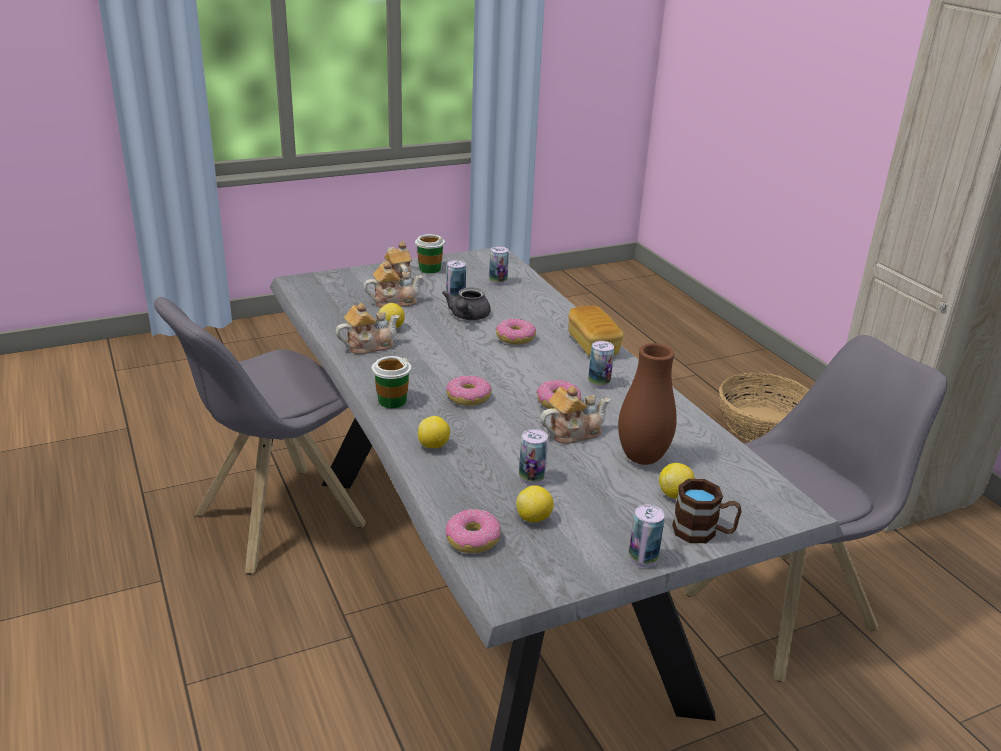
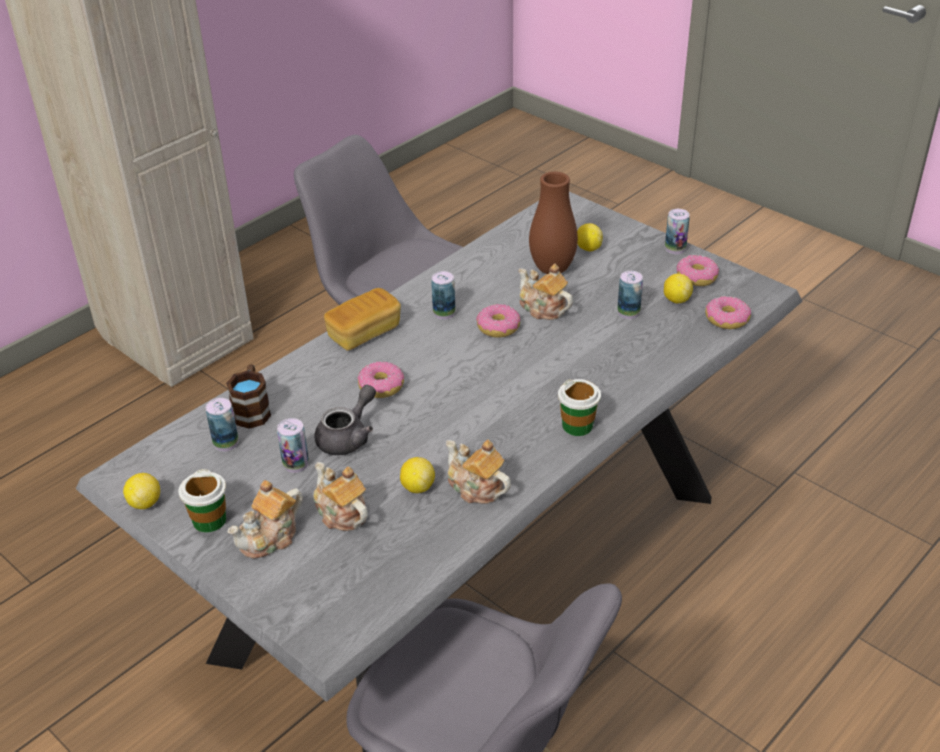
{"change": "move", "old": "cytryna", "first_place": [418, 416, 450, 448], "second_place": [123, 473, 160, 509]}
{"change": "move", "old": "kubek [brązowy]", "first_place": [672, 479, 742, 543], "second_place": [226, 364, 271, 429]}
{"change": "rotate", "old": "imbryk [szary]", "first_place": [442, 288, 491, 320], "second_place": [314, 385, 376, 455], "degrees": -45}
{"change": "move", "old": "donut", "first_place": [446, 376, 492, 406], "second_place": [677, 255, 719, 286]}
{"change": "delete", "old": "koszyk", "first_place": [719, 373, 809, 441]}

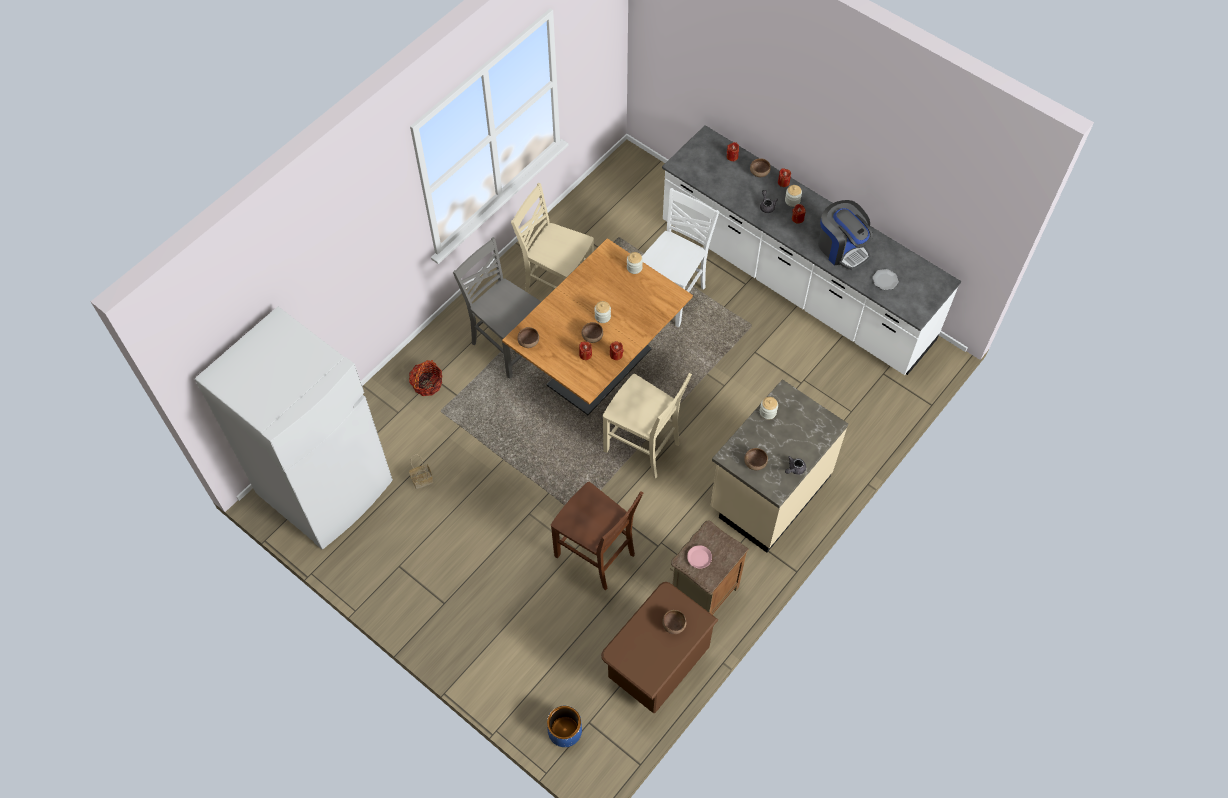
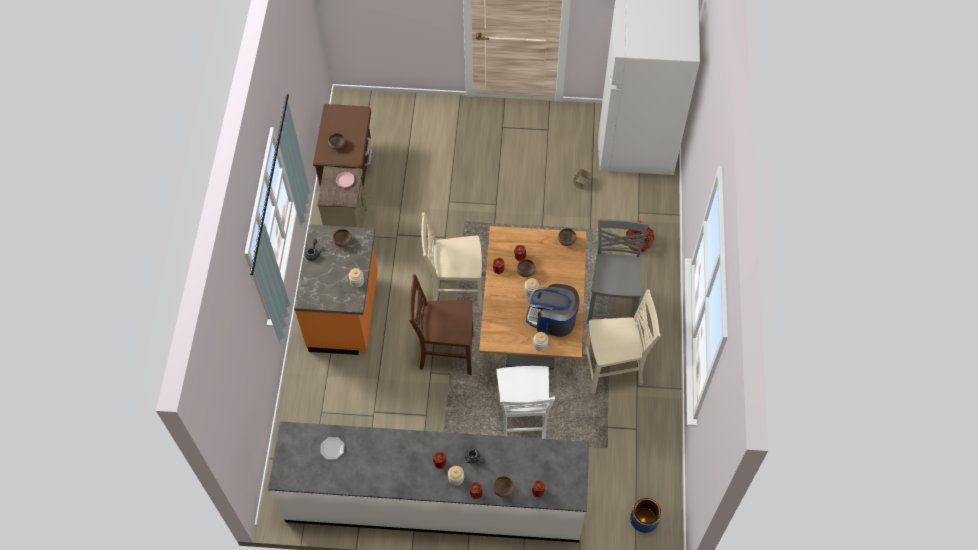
{"change": "recolor", "old": "zabudowa kuchenna [beżowy]", "new": "zabudowa kuchenna [pomarańczowy]", "first_place": [711, 379, 848, 553], "second_place": [294, 224, 378, 355]}
{"change": "move", "old": "krzesło [brązowy]", "first_place": [551, 482, 644, 590], "second_place": [409, 274, 474, 375]}
{"change": "move", "old": "ekspres do kawy", "first_place": [818, 200, 873, 270], "second_place": [526, 284, 580, 337]}
{"change": "rotate", "old": "krzesło [szary]", "first_place": [453, 237, 541, 379], "second_place": [587, 219, 649, 324], "degrees": -90}
{"change": "move", "old": "donica [niebieski]", "first_place": [547, 706, 582, 747], "second_place": [630, 498, 661, 533]}

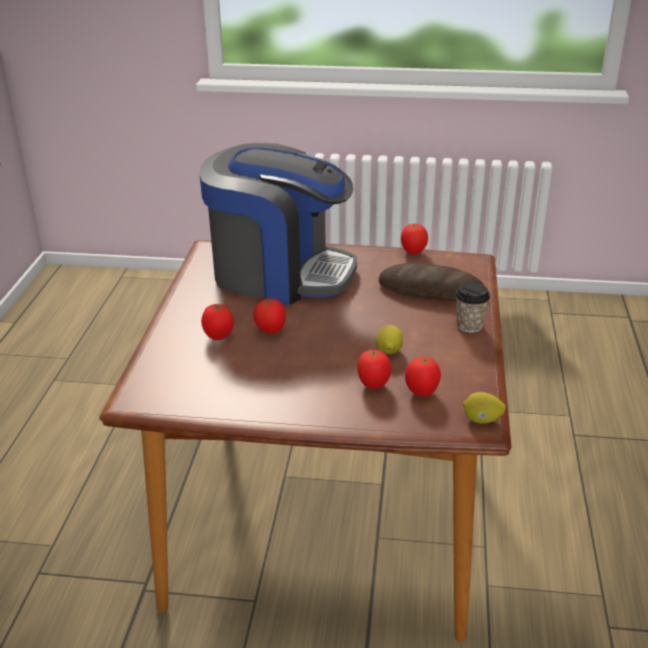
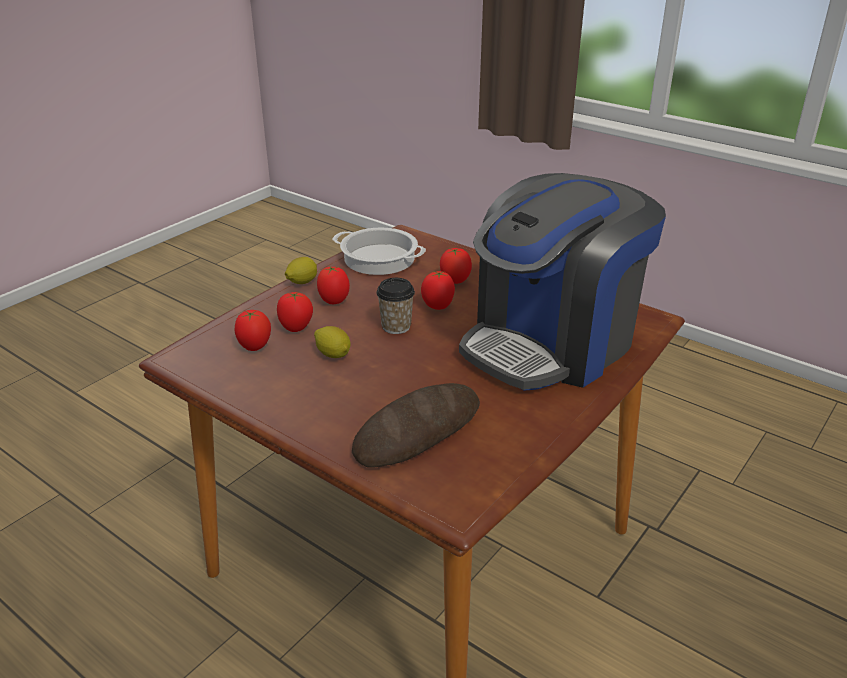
{"change": "move", "old": "cytryna", "first_place": [463, 392, 506, 424], "second_place": [285, 257, 317, 284]}
{"change": "move", "old": "pomidor", "first_place": [401, 224, 428, 254], "second_place": [317, 266, 350, 304]}
{"change": "insert", "new": "garnek", "second_place": [332, 228, 426, 275]}
{"change": "move", "old": "filiżanka", "first_place": [455, 282, 490, 333], "second_place": [376, 278, 415, 334]}

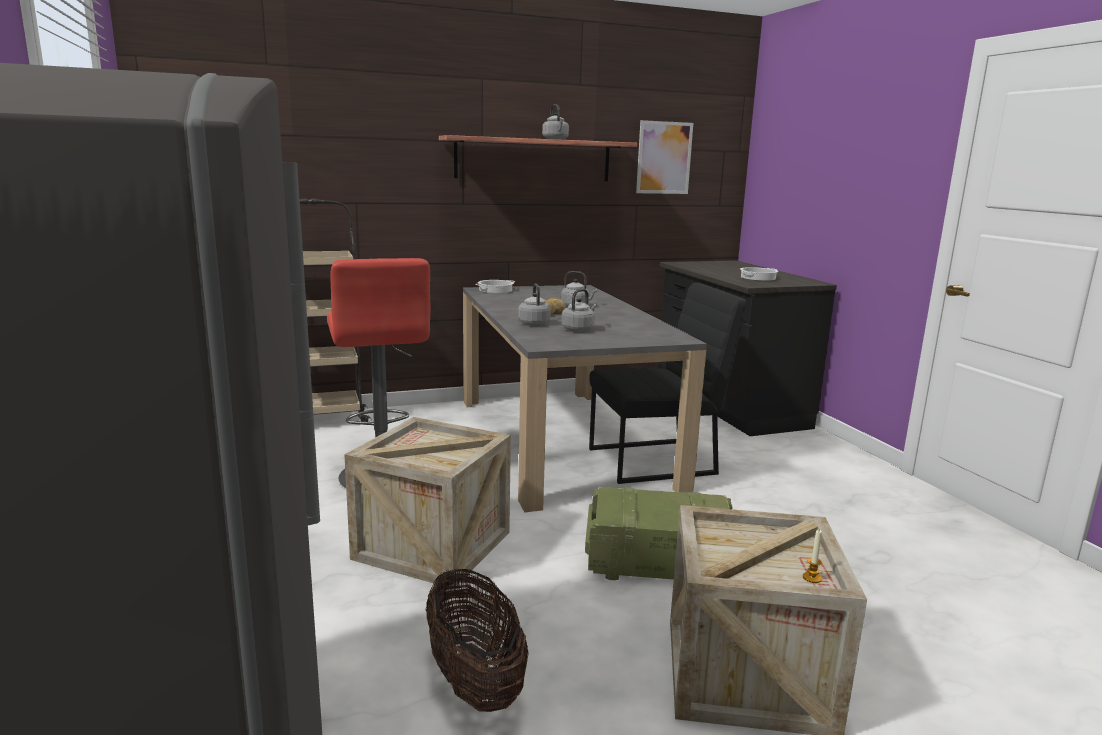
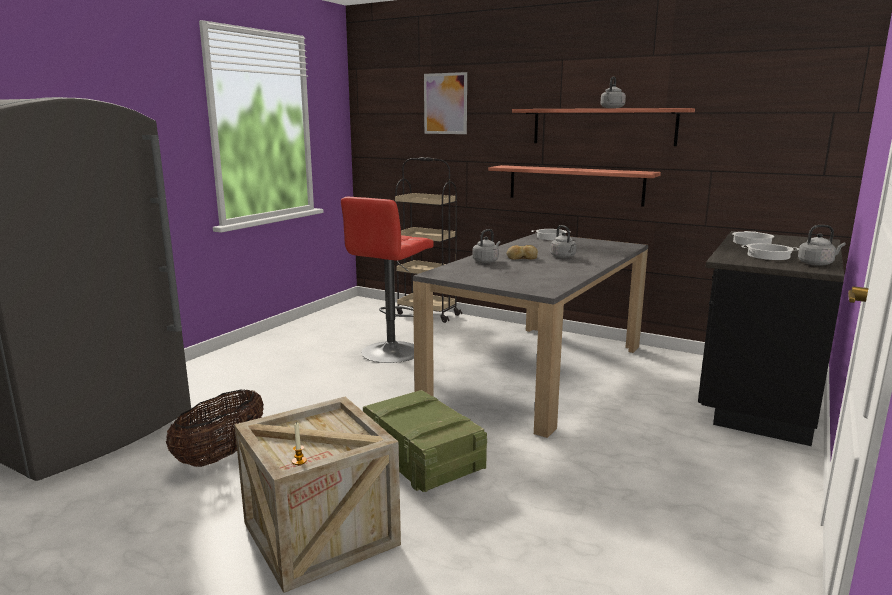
{"change": "move", "old": "obraz", "first_place": [636, 120, 693, 194], "second_place": [424, 72, 467, 134]}
{"change": "insert", "new": "półka", "second_place": [488, 165, 661, 207]}
{"change": "insert", "new": "garnek", "second_place": [732, 231, 774, 245]}
{"change": "move", "old": "czajnik [szary]", "first_place": [561, 289, 597, 331], "second_place": [798, 225, 846, 266]}
{"change": "delete", "old": "skrzynka", "first_place": [344, 417, 511, 587]}
{"change": "delete", "old": "krzesło [czarny]", "first_place": [589, 283, 746, 484]}

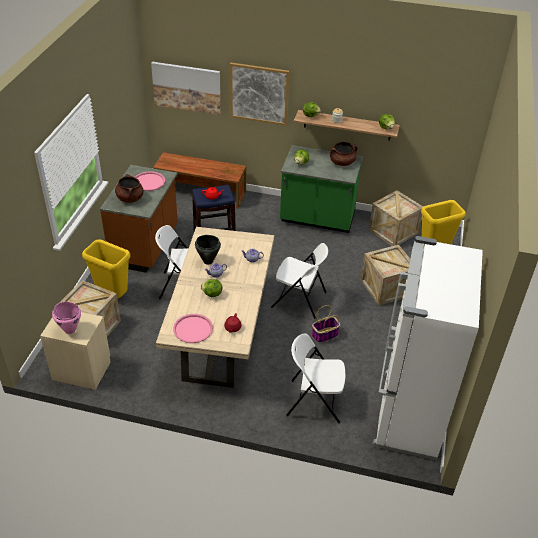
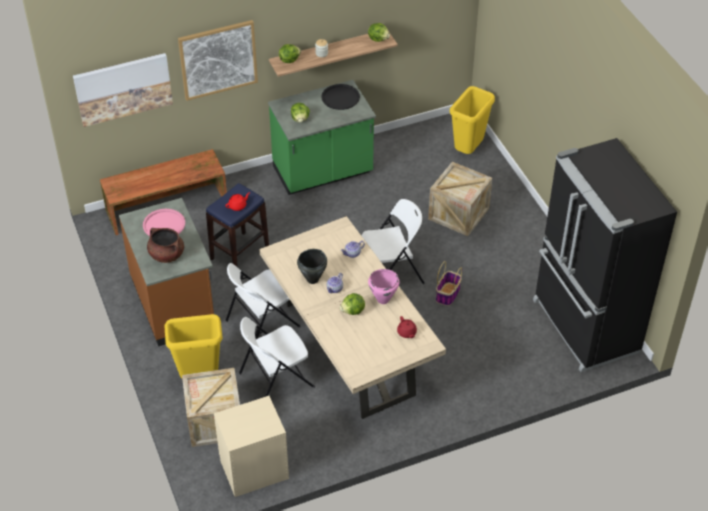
{"change": "move", "old": "krzesło [biały]", "first_place": [286, 333, 345, 423], "second_place": [239, 317, 315, 397]}
{"change": "replace", "old": "garnek [brązowy]", "new": "taca [czarny]", "first_place": [330, 142, 357, 166], "second_place": [321, 84, 360, 110]}
{"change": "move", "old": "garnek [różowy]", "first_place": [52, 302, 81, 334], "second_place": [368, 269, 400, 304]}
{"change": "recolor", "old": "lodówka [biały]", "new": "lodówka [czarny]", "first_place": [373, 236, 483, 461], "second_place": [533, 138, 677, 373]}
{"change": "delete", "old": "taca [różowy]", "first_place": [173, 314, 213, 343]}
{"change": "delete", "old": "skrzynka", "first_place": [369, 190, 423, 246]}

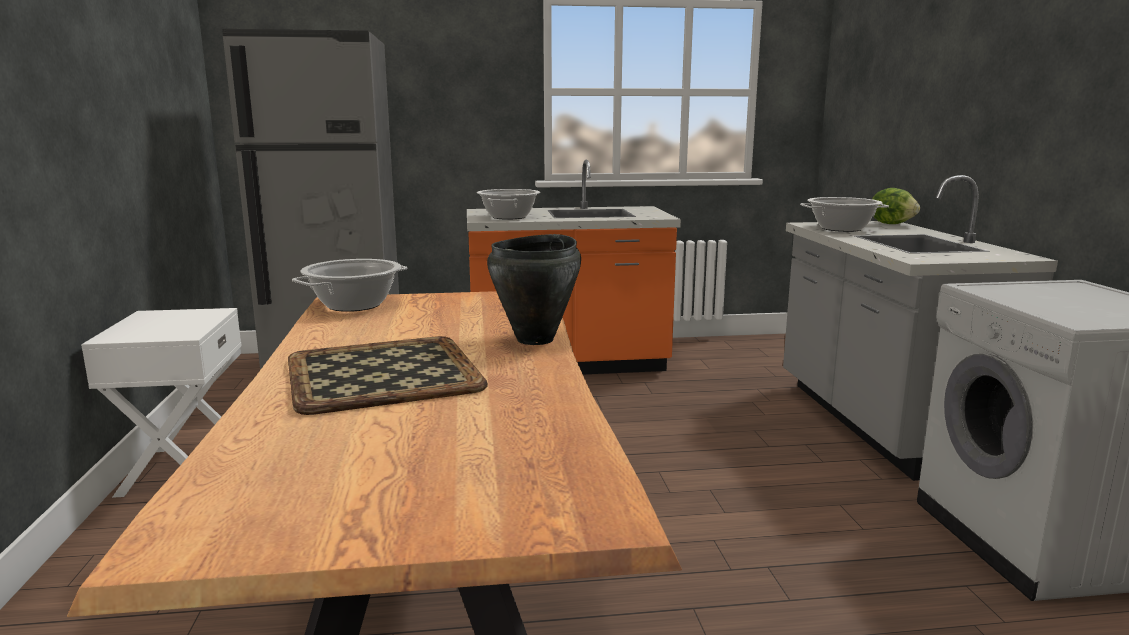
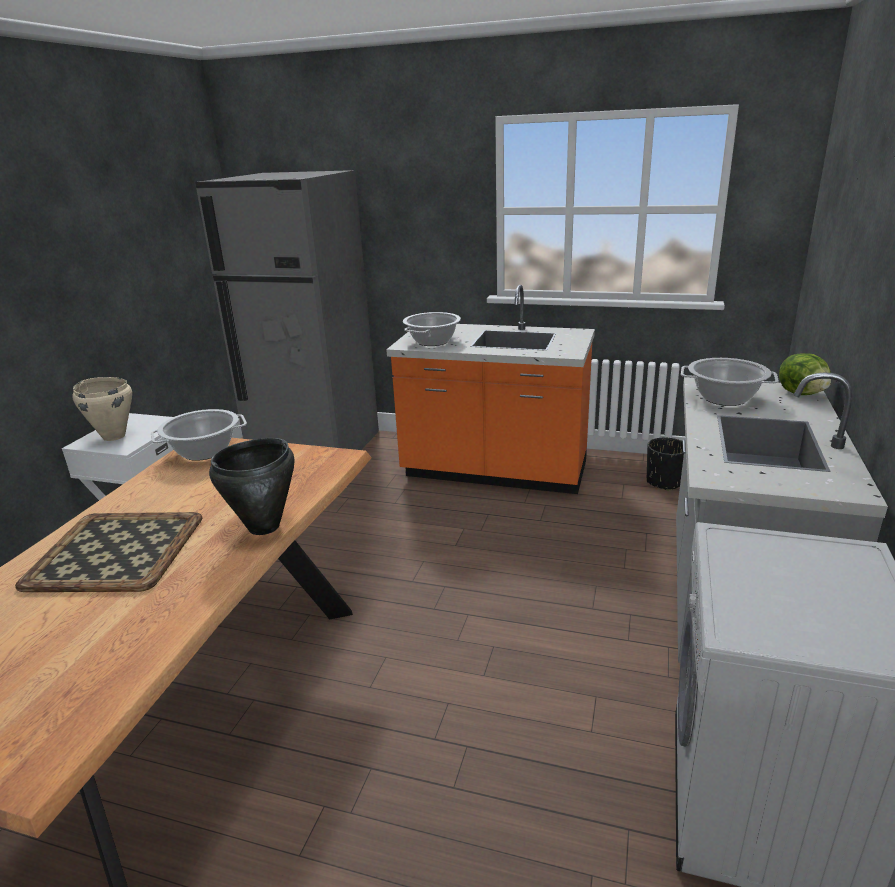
{"change": "insert", "new": "garnek [beżowy]", "second_place": [72, 377, 132, 441]}
{"change": "insert", "new": "donica [czarny]", "second_place": [647, 438, 684, 491]}

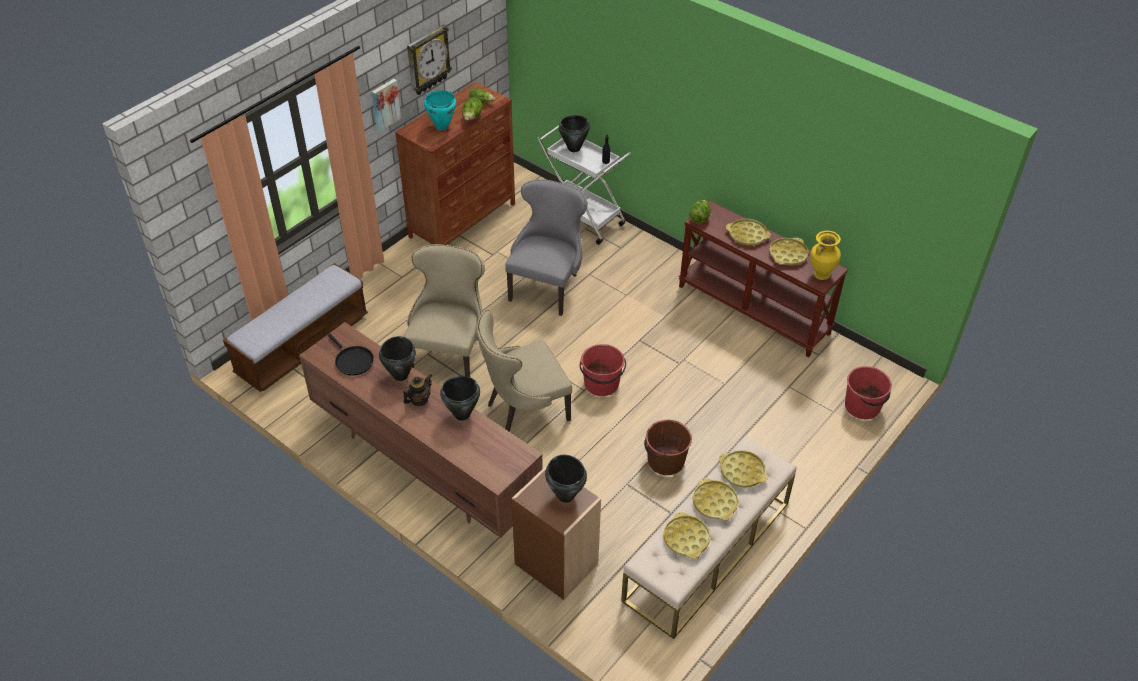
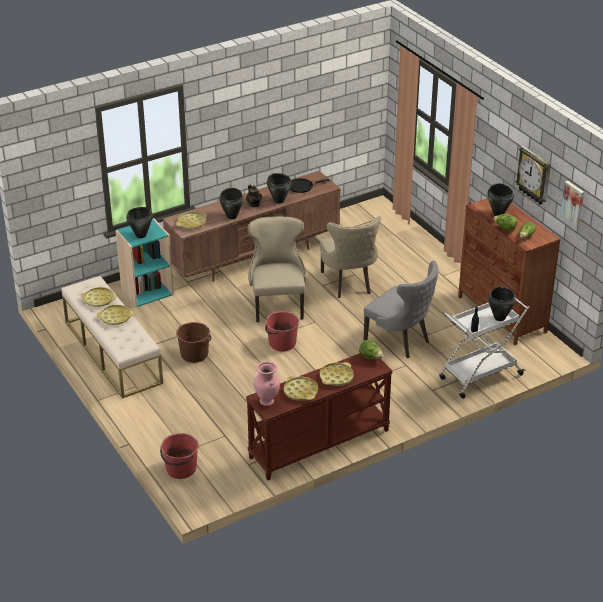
{"change": "recolor", "old": "regał [brązowy]", "new": "regał [turkusowy]", "first_place": [511, 463, 601, 600], "second_place": [115, 218, 174, 307]}
{"change": "move", "old": "taca [żółty]", "first_place": [719, 450, 768, 488], "second_place": [176, 212, 207, 230]}
{"change": "recolor", "old": "wazon [żółty]", "new": "wazon [różowy]", "first_place": [810, 231, 841, 280], "second_place": [254, 361, 280, 406]}
{"change": "rotate", "old": "krzesło [beżowy]", "first_place": [404, 244, 485, 377], "second_place": [320, 216, 381, 298], "degrees": 45}
{"change": "recolor", "old": "garnek [turkusowy]", "new": "garnek [czarny]", "first_place": [424, 90, 456, 130], "second_place": [487, 183, 514, 216]}
{"change": "move", "old": "obraz", "first_place": [372, 79, 401, 131], "second_place": [560, 181, 584, 225]}
{"change": "delete", "old": "ławka", "first_place": [223, 263, 368, 392]}

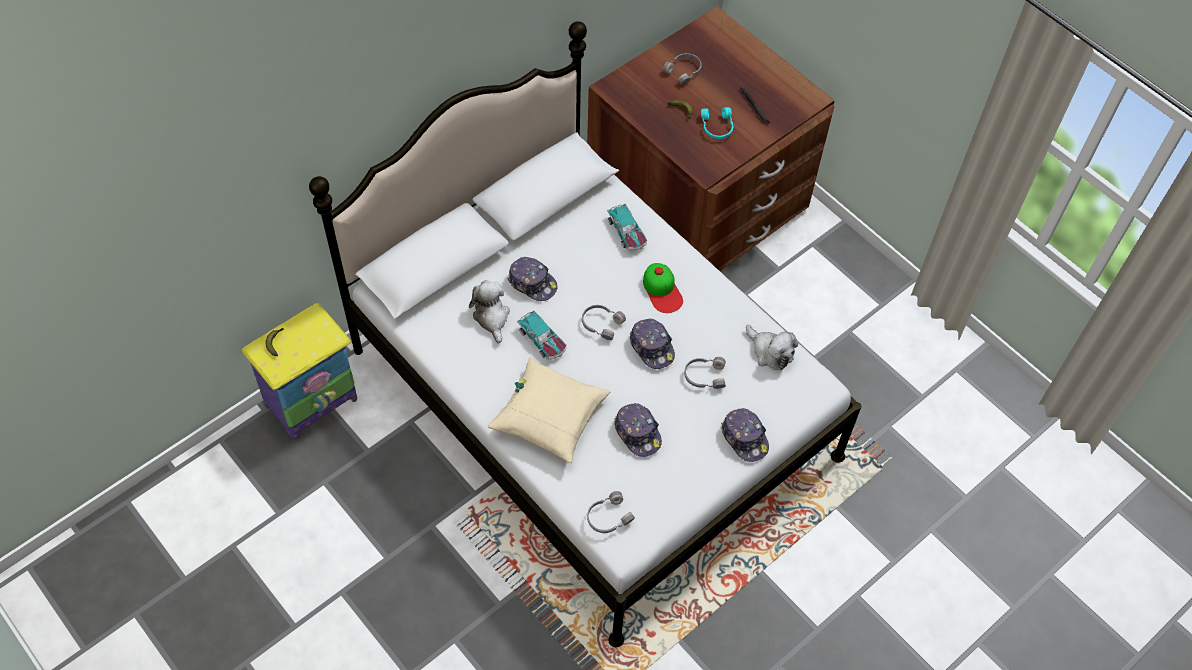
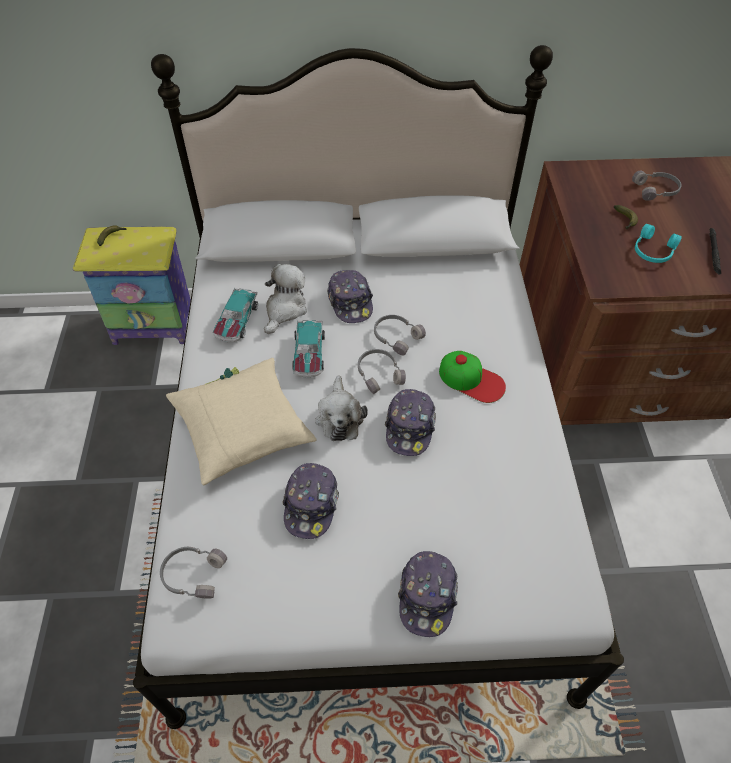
{"change": "move", "old": "samochodzik", "first_place": [607, 203, 647, 251], "second_place": [213, 288, 258, 342]}
{"change": "move", "old": "pluszak", "first_place": [746, 325, 798, 370], "second_place": [315, 375, 368, 441]}
{"change": "move", "old": "słuchawki [szary]", "first_place": [684, 357, 726, 389], "second_place": [374, 315, 426, 355]}
{"change": "rotate", "old": "czapka z daszkiem", "first_place": [643, 263, 683, 313], "second_place": [439, 351, 506, 403], "degrees": -75}

